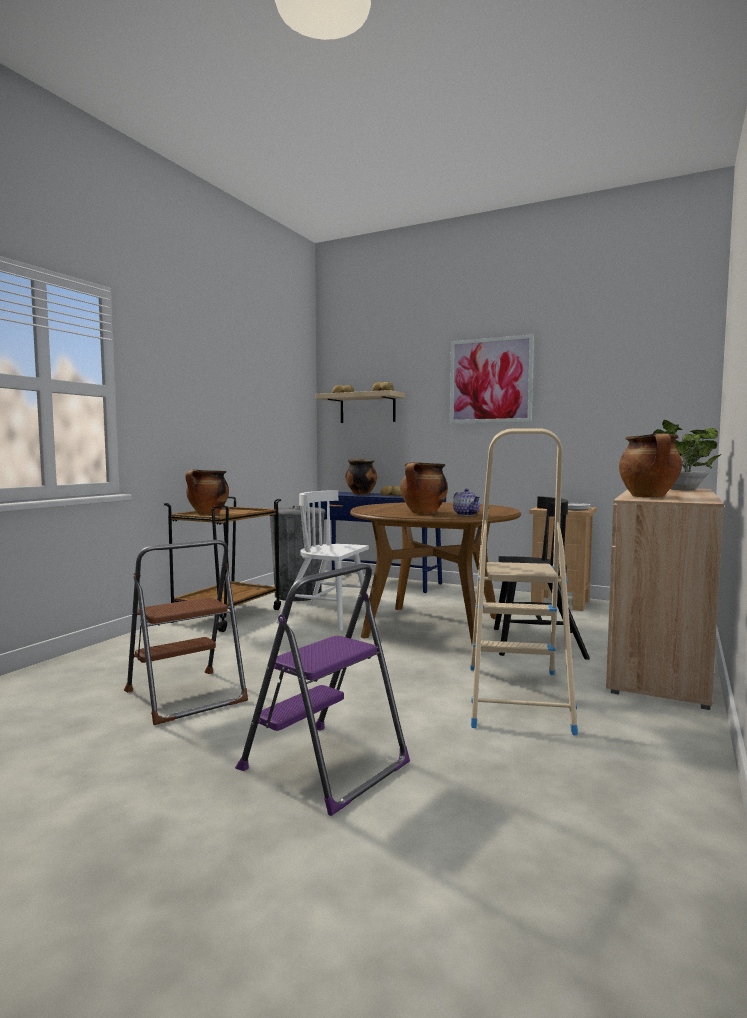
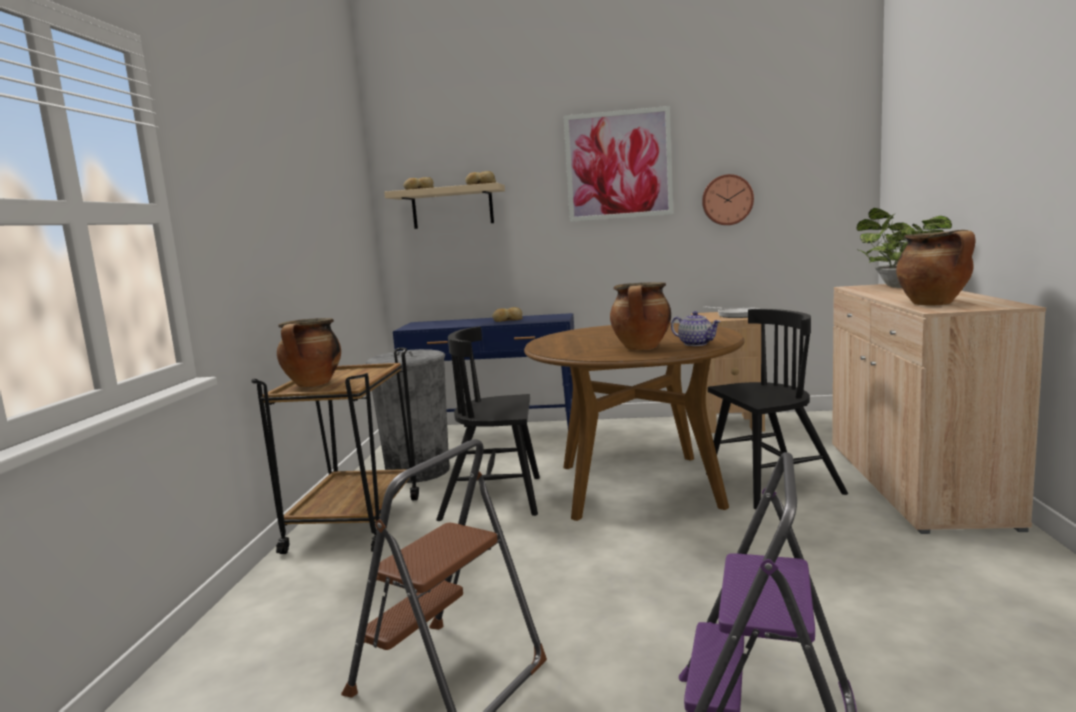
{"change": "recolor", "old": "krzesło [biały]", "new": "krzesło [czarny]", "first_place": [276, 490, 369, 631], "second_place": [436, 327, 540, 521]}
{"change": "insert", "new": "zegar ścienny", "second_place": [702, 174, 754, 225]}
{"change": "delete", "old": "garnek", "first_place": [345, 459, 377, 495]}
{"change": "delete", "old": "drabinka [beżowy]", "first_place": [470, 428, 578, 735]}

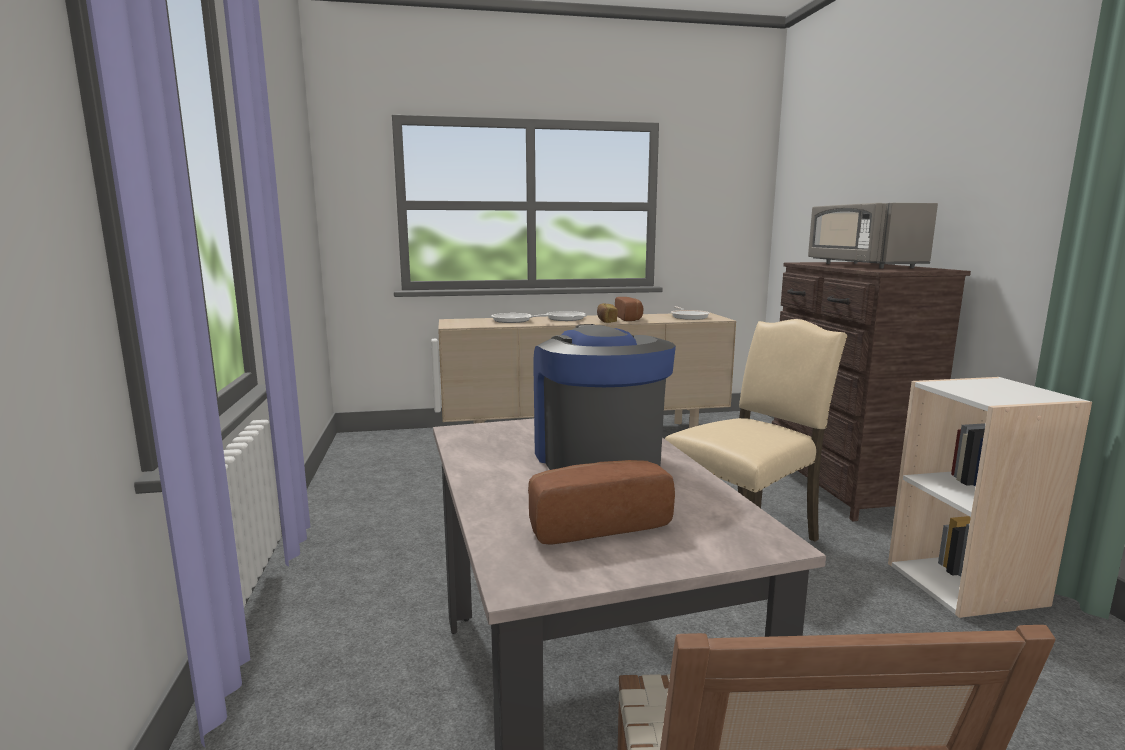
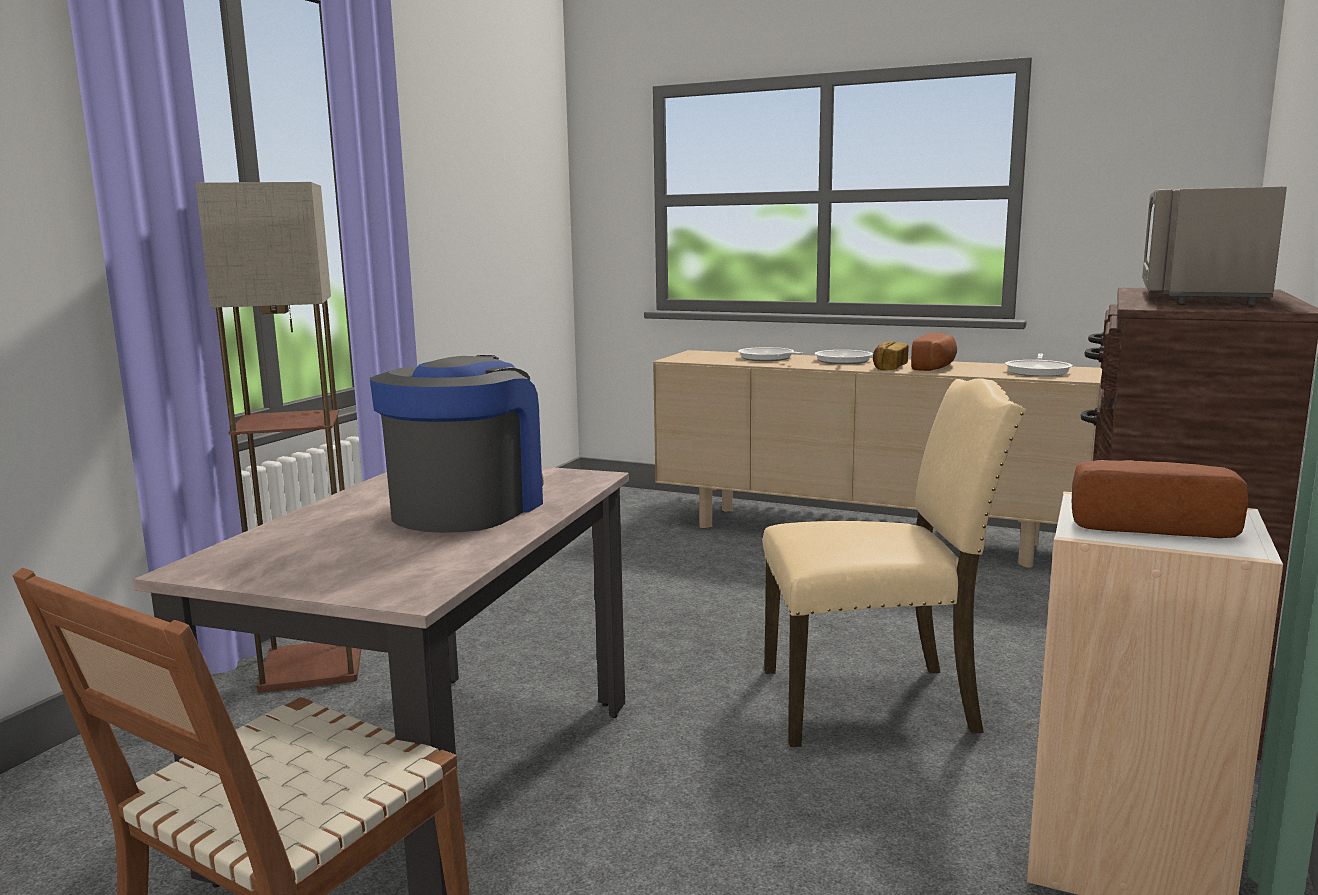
{"change": "insert", "new": "lampa stojąca", "second_place": [196, 182, 361, 693]}
{"change": "move", "old": "chleb", "first_place": [528, 460, 675, 545], "second_place": [1072, 460, 1248, 538]}

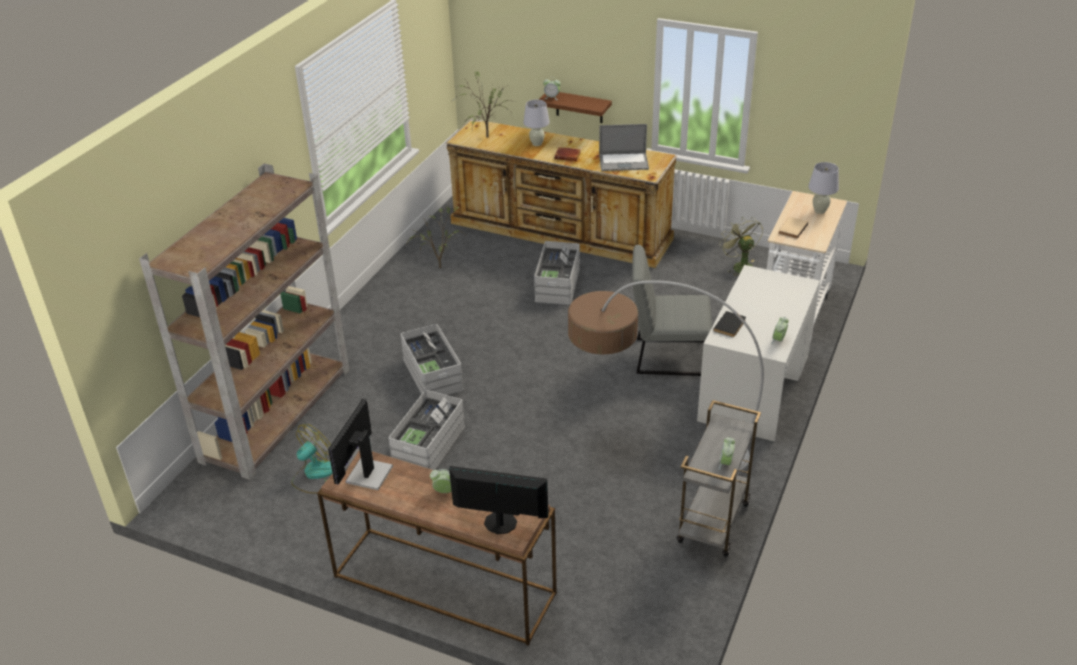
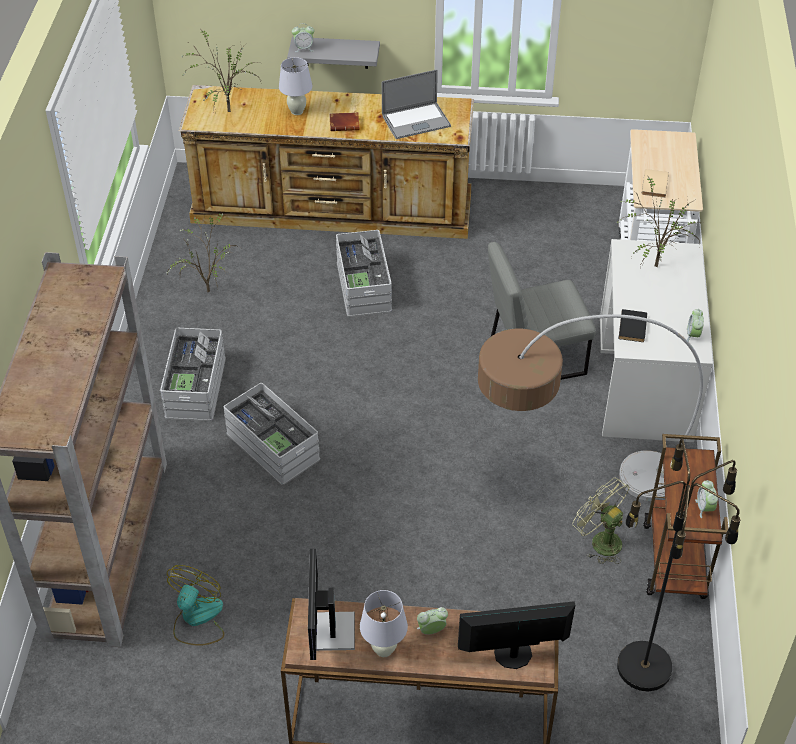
{"change": "move", "old": "pojemnik do przechowywania [szary]", "first_place": [388, 390, 465, 470], "second_place": [160, 328, 226, 421]}
{"change": "recolor", "old": "półka [brązowy]", "new": "półka [szary]", "first_place": [538, 92, 612, 123], "second_place": [287, 37, 380, 69]}
{"change": "move", "old": "lampa stołowa [biały]", "first_place": [808, 162, 839, 214], "second_place": [360, 590, 408, 657]}
{"change": "move", "old": "wentylator [zielony]", "first_place": [719, 217, 763, 276], "second_place": [572, 478, 630, 564]}
{"change": "insert", "new": "roślina doniczkowa", "second_place": [617, 177, 700, 267]}
{"change": "insert", "new": "lampa stojąca", "second_place": [617, 438, 741, 692]}
{"change": "recolor", "old": "wózek [szary]", "new": "wózek [brązowy]", "first_place": [677, 400, 761, 557], "second_place": [643, 434, 728, 599]}

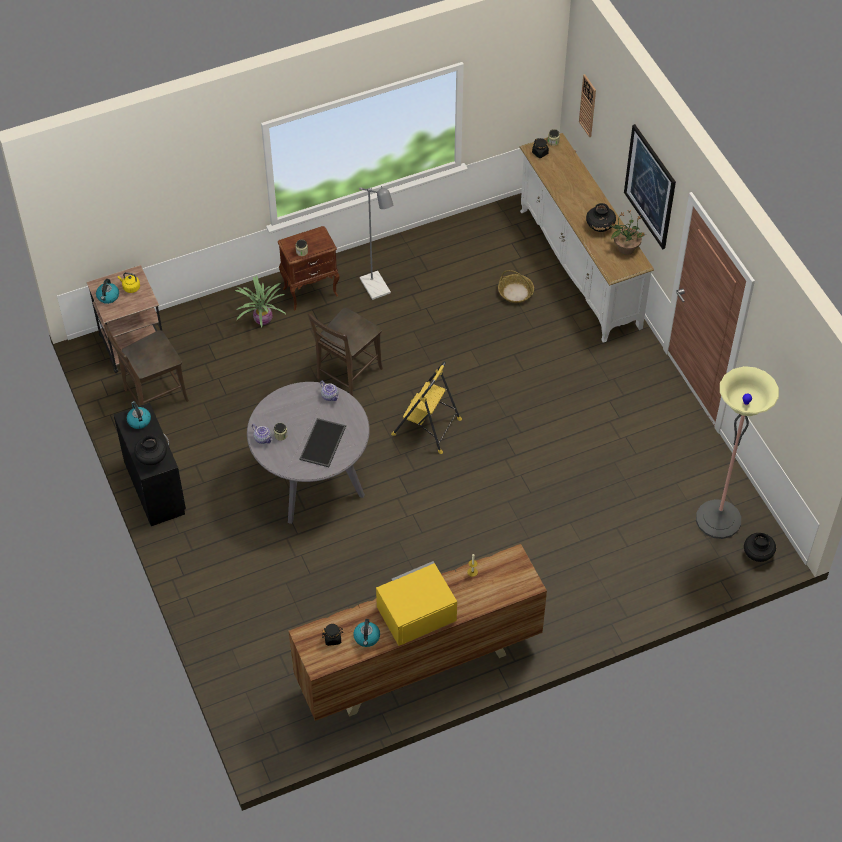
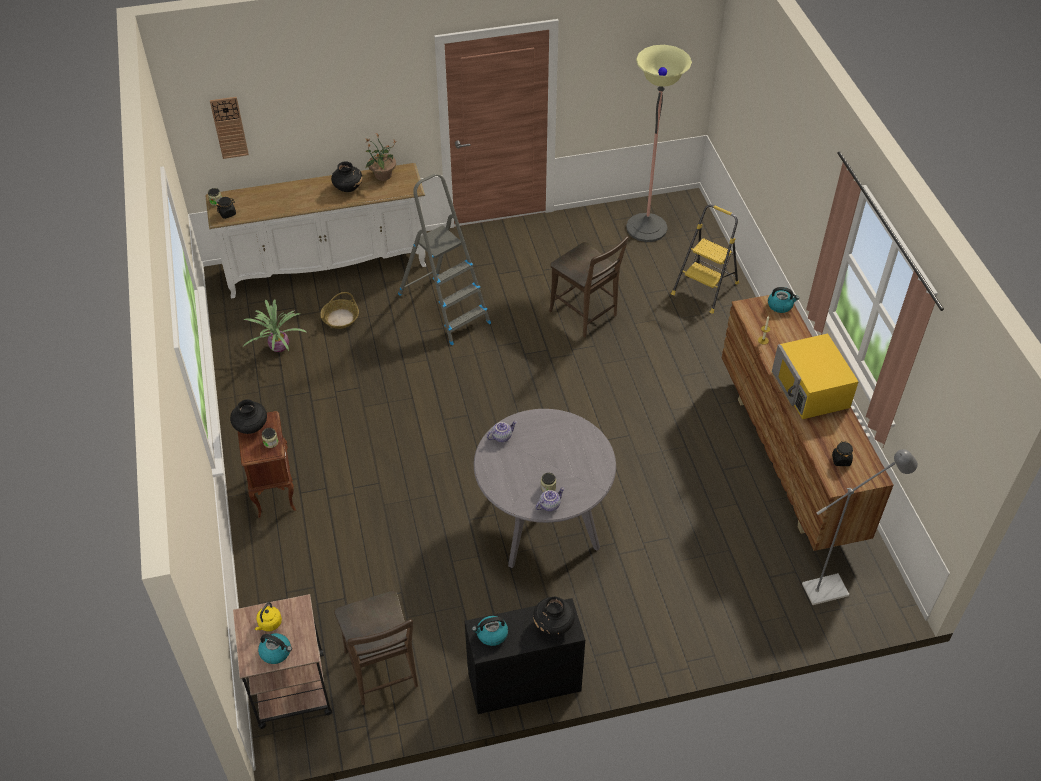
{"change": "move", "old": "wazon [czarny]", "first_place": [744, 533, 776, 562], "second_place": [230, 399, 267, 434]}
{"change": "move", "old": "roślina doniczkowa", "first_place": [234, 275, 286, 328], "second_place": [243, 299, 306, 352]}
{"change": "insert", "new": "drabinka [szary]", "second_place": [398, 174, 491, 345]}
{"change": "move", "old": "krzesło [brązowy]", "first_place": [308, 307, 383, 396], "second_place": [549, 236, 629, 337]}
{"change": "move", "old": "drabinka [żółty]", "first_place": [391, 361, 462, 454], "second_place": [671, 205, 739, 314]}
{"change": "move", "old": "czajnik", "first_place": [353, 619, 380, 647], "second_place": [768, 287, 799, 313]}
{"change": "move", "old": "lampa stojąca [szary]", "first_place": [359, 186, 393, 300], "second_place": [802, 449, 918, 605]}
{"change": "delete", "old": "taca", "first_place": [300, 418, 346, 467]}
{"change": "delete", "old": "obraz", "first_place": [624, 124, 676, 249]}

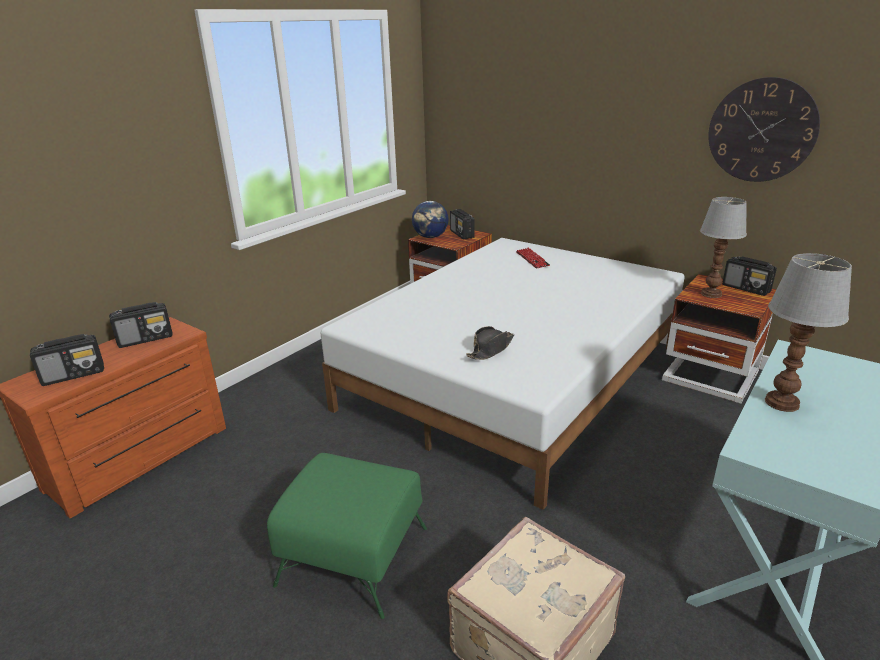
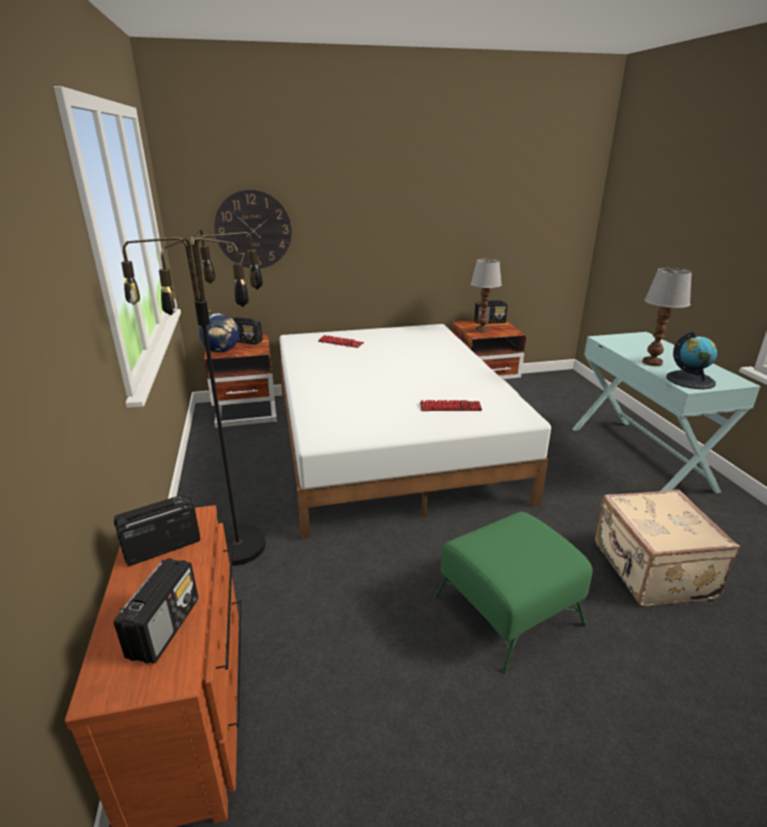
{"change": "rotate", "old": "radio", "first_place": [109, 302, 173, 348], "second_place": [114, 494, 200, 566], "degrees": -135}
{"change": "insert", "new": "lampa stojąca", "second_place": [121, 229, 266, 566]}
{"change": "move", "old": "zegar ścienny", "first_place": [708, 77, 820, 182], "second_place": [214, 190, 292, 268]}
{"change": "replace", "old": "kapelusz [czarny]", "new": "klawiatura", "first_place": [466, 326, 514, 360], "second_place": [420, 400, 482, 411]}
{"change": "insert", "new": "globus", "second_place": [666, 331, 717, 389]}

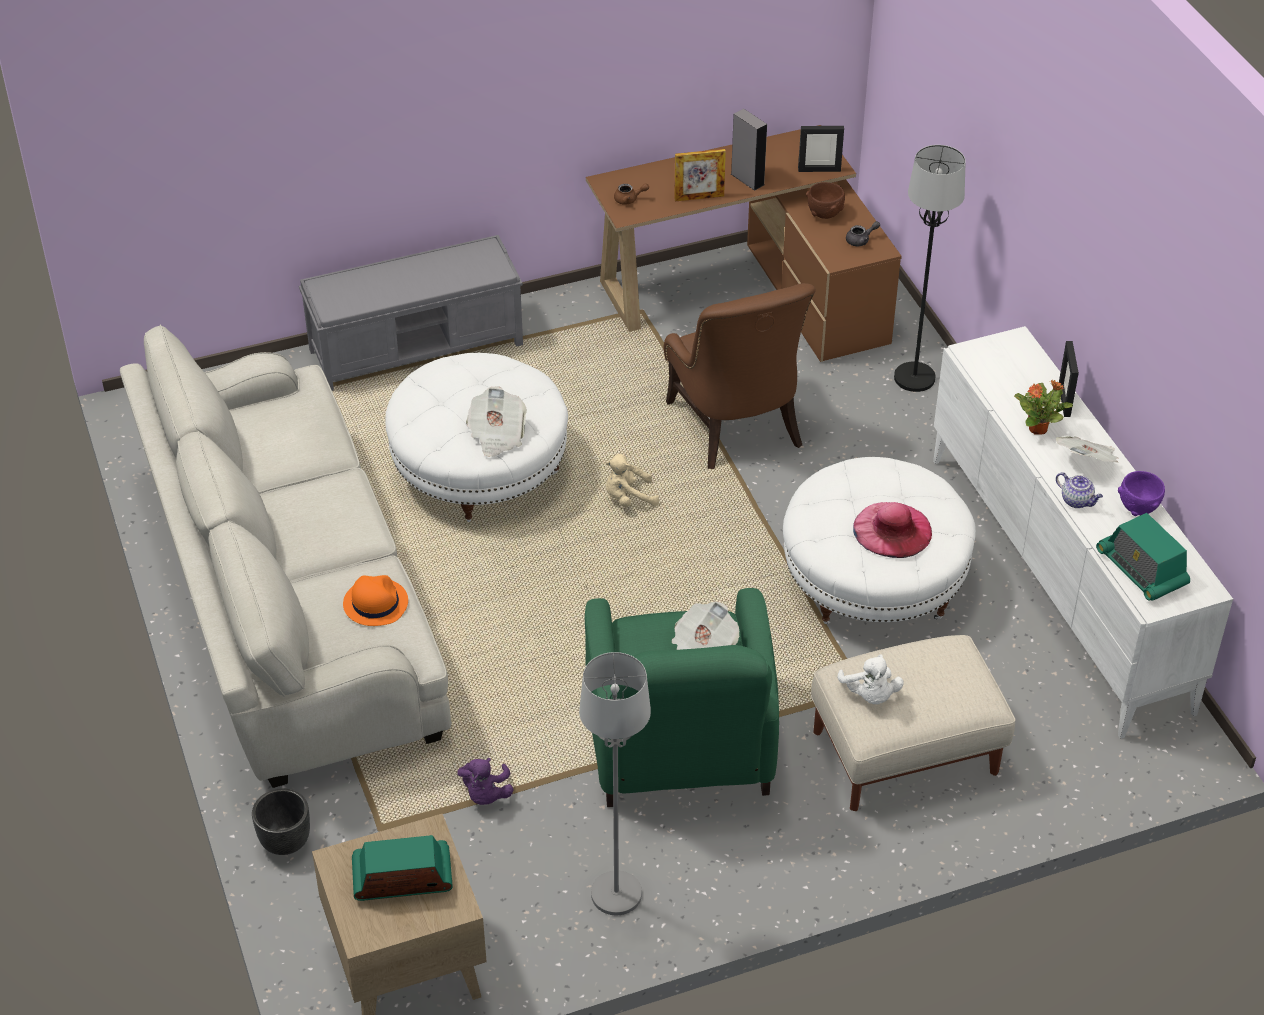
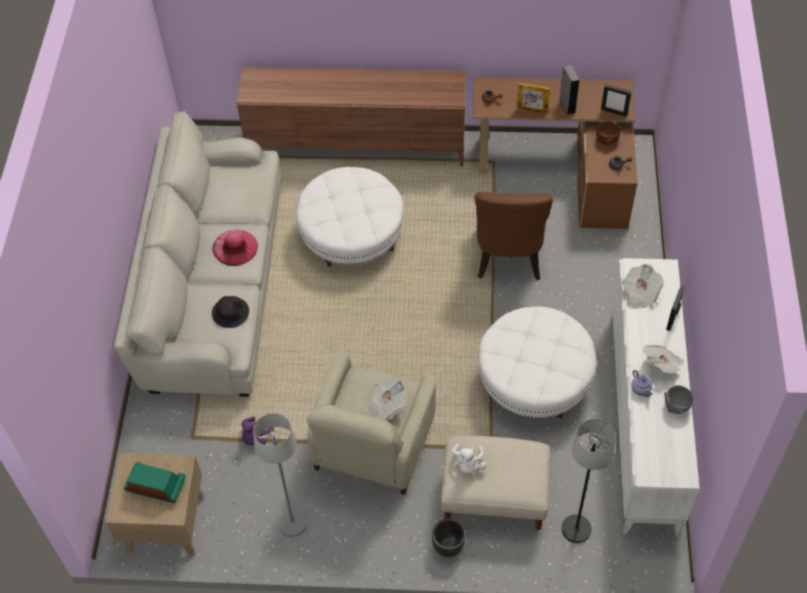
{"change": "move", "old": "kapelusz [różowy]", "first_place": [853, 502, 932, 558], "second_place": [212, 229, 258, 266]}
{"change": "recolor", "old": "kapelusz [pomarańczowy]", "new": "kapelusz [czarny]", "first_place": [343, 575, 408, 626], "second_place": [212, 296, 249, 328]}
{"change": "replace", "old": "ławka [szary]", "new": "szafka [brązowy]", "first_place": [299, 235, 523, 391], "second_place": [237, 67, 466, 167]}
{"change": "recolor", "old": "fotel [zielony]", "new": "fotel [beżowy]", "first_place": [585, 588, 779, 807], "second_place": [307, 352, 436, 495]}
{"change": "move", "old": "donica [czarny]", "first_place": [252, 788, 310, 855], "second_place": [432, 519, 466, 557]}
{"change": "move", "old": "lampa stojąca [czarny]", "first_place": [894, 145, 966, 392], "second_place": [562, 419, 615, 543]}
{"change": "move", "old": "gazeta", "first_place": [466, 386, 527, 457], "second_place": [623, 264, 664, 309]}
{"change": "recolor", "old": "miska [fioletowy]", "new": "miska [szary]", "first_place": [1118, 471, 1165, 516], "second_place": [664, 385, 693, 414]}
{"change": "delete", "old": "pluszak [beżowy]", "first_place": [606, 454, 659, 507]}
{"change": "delete", "old": "roślina doniczkowa", "first_place": [1014, 380, 1073, 435]}
{"change": "delete", "old": "radio", "first_place": [1096, 513, 1190, 601]}

